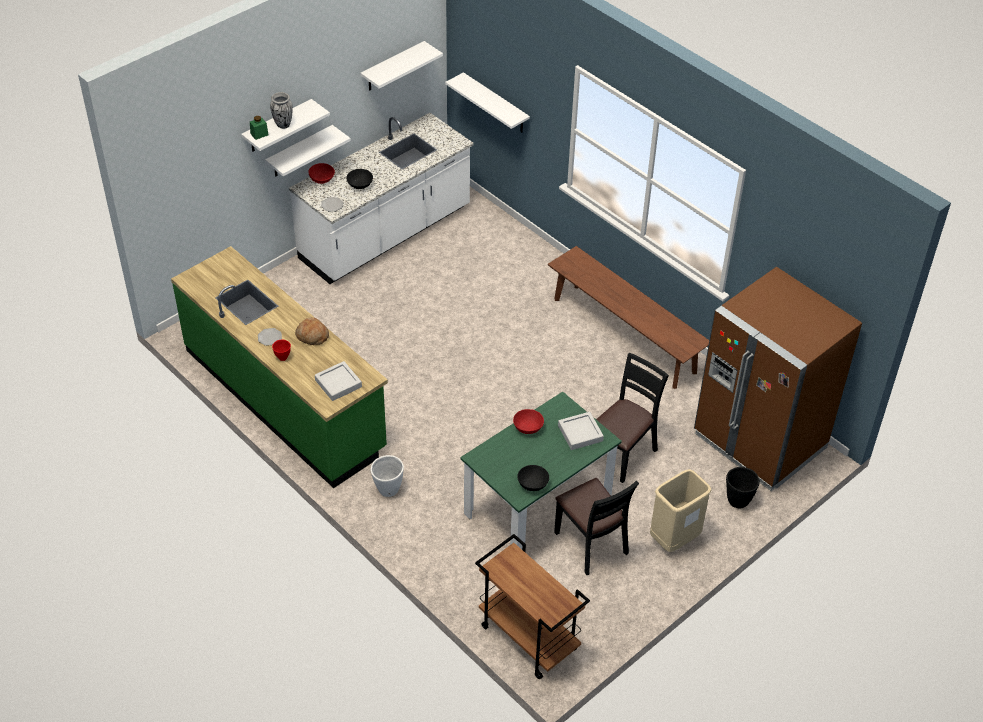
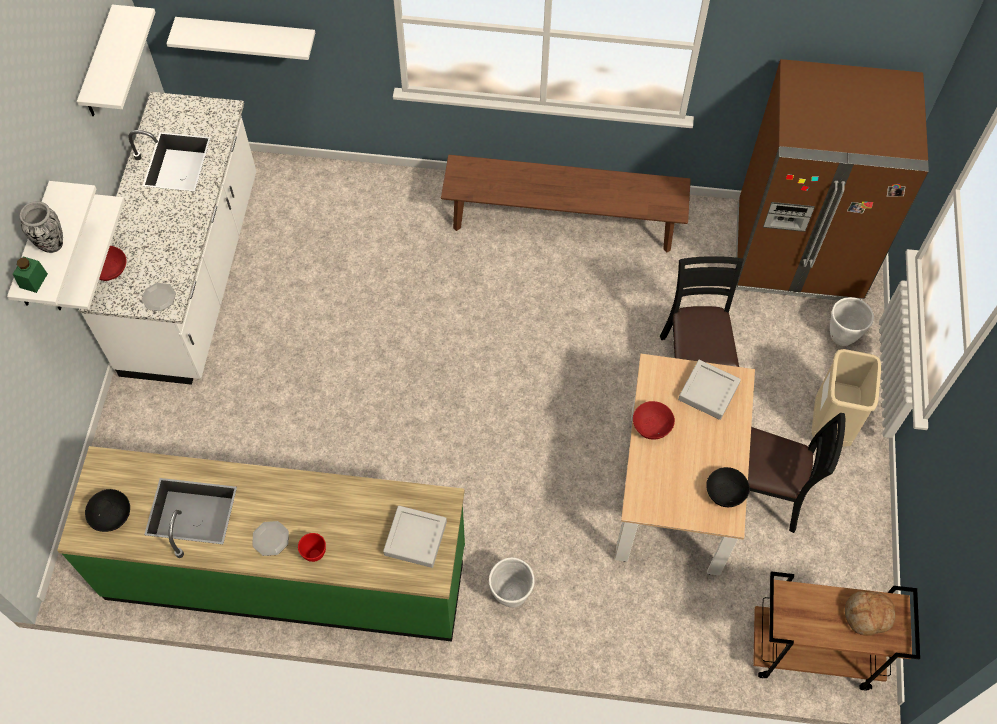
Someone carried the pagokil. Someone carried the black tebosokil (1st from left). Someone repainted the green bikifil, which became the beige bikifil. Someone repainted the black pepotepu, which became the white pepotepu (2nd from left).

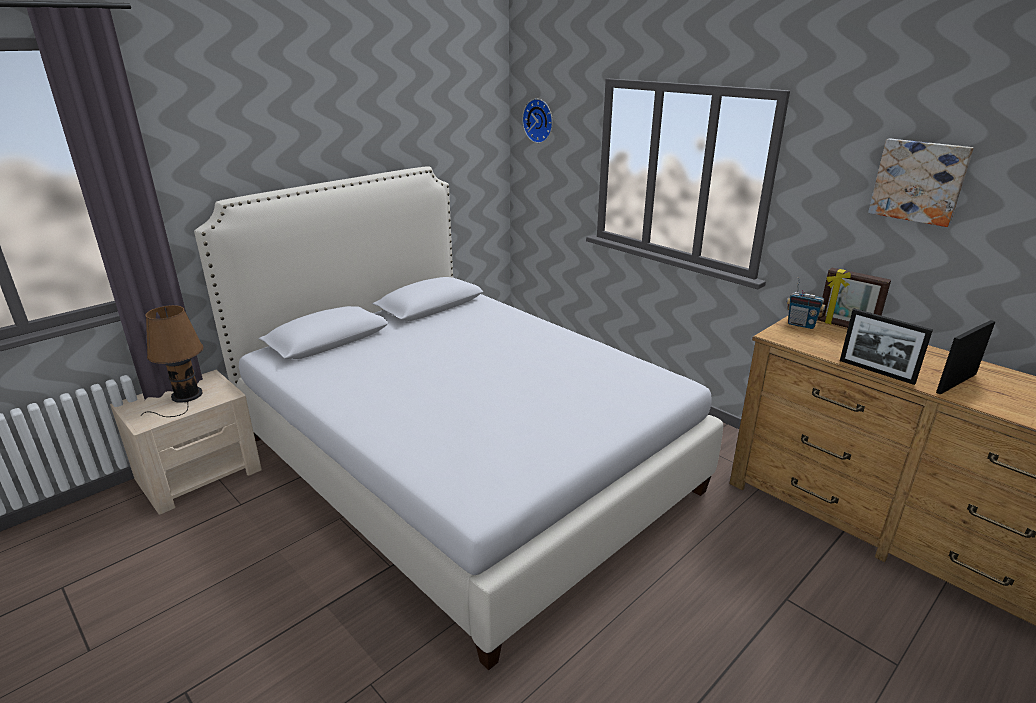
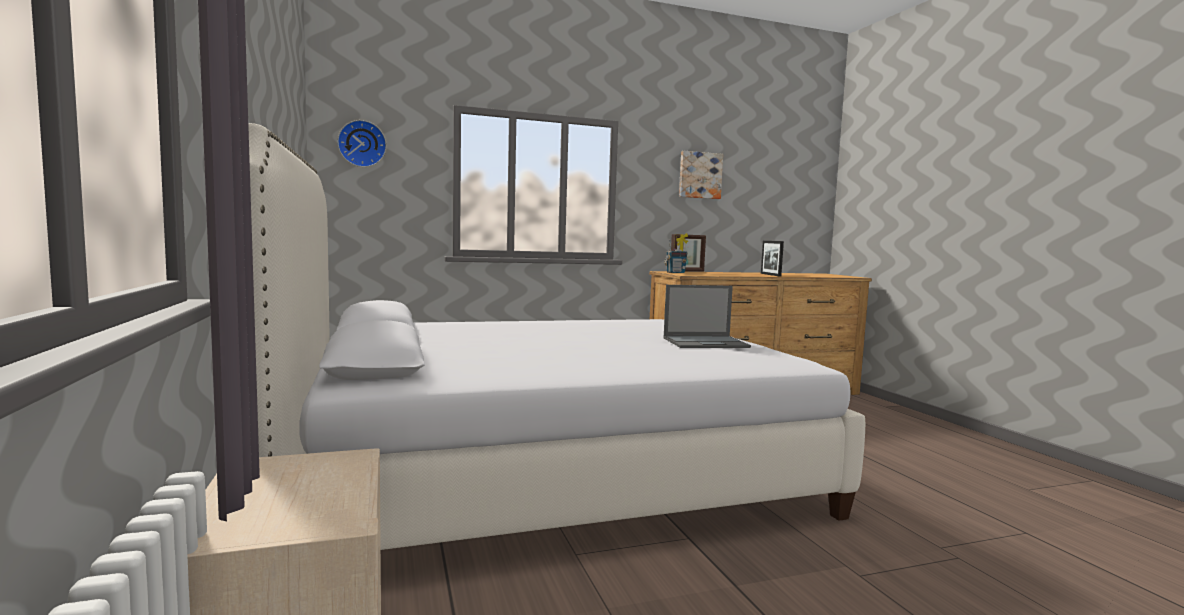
Someone took away the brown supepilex. Someone took away the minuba (2nd from left). Someone put down the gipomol.

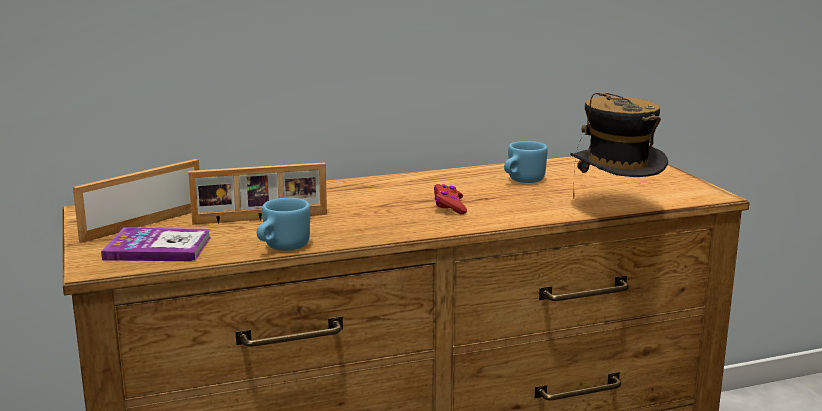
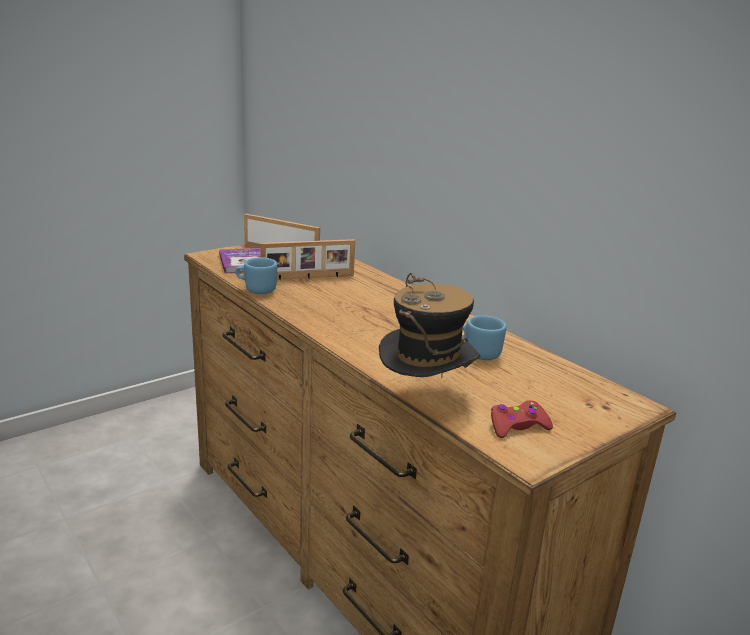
Someone carried the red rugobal. Someone rotated the minuba (2nd from left) by 75 degrees counterclockwise.

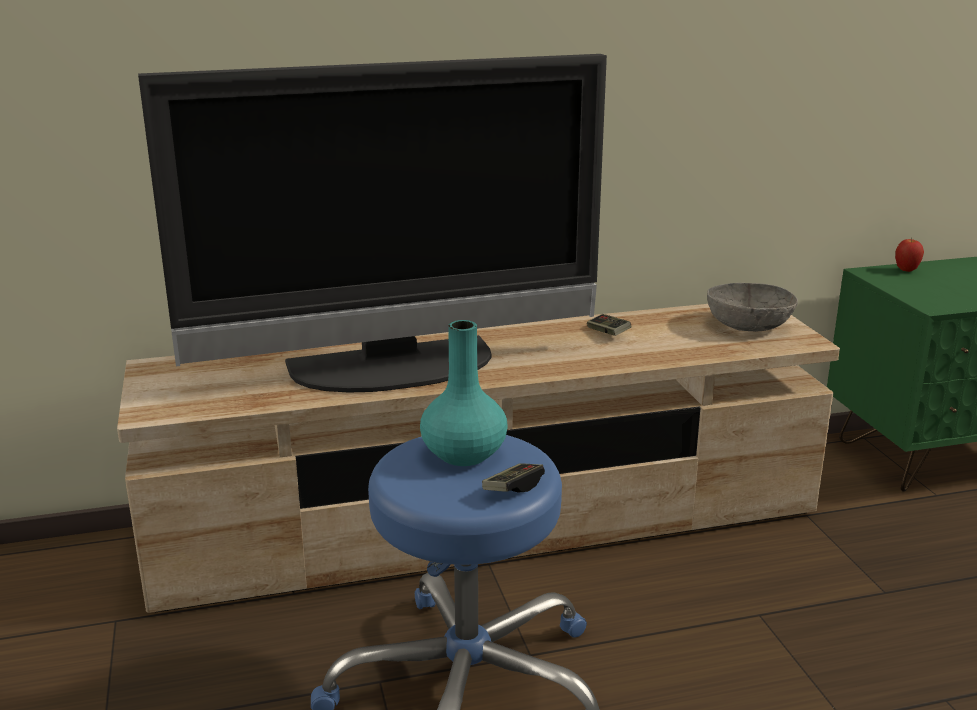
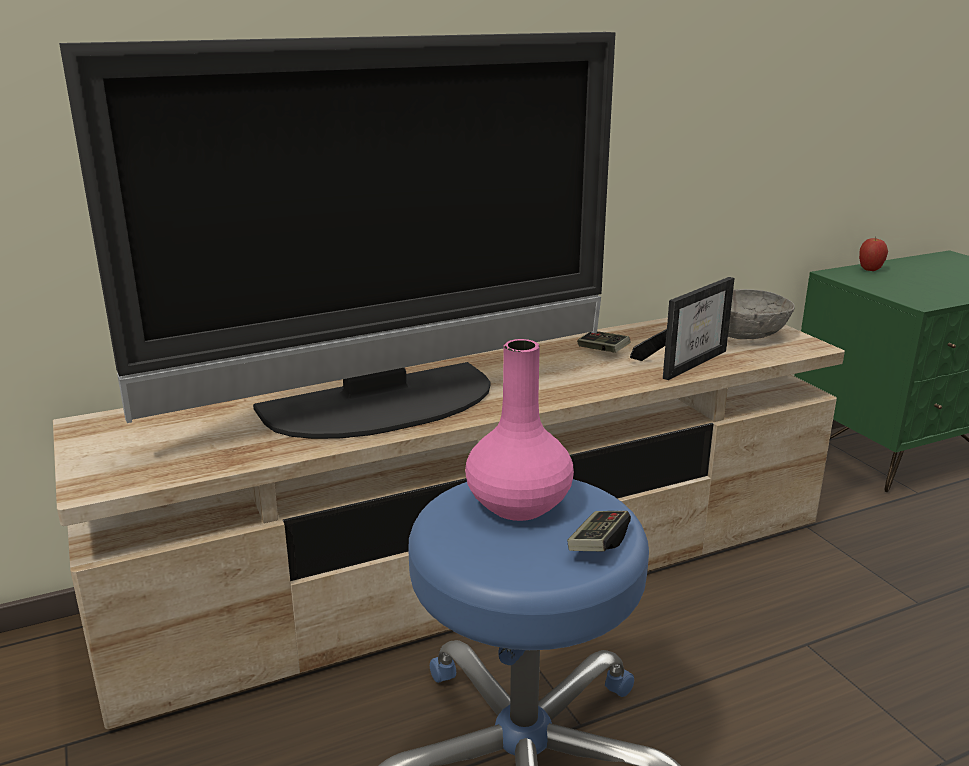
Someone put down the minuba. Someone repainted the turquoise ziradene, which became the pink ziradene.

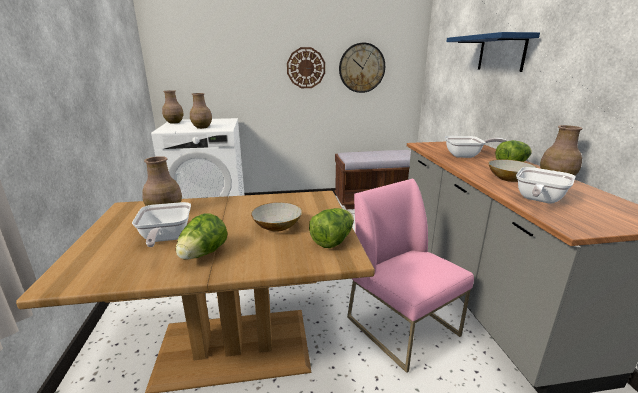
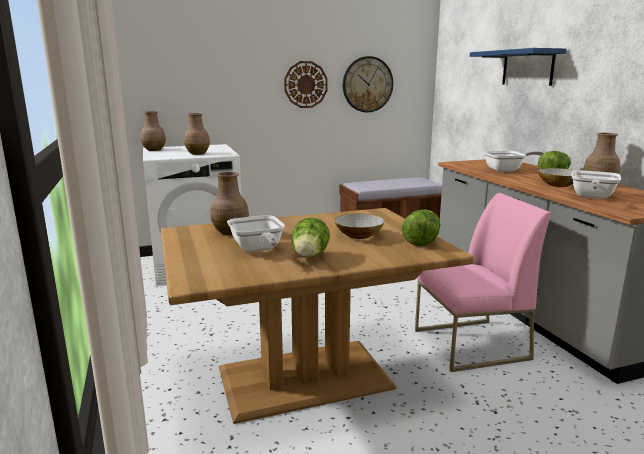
Someone rotated the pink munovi by 120 degrees clockwise.

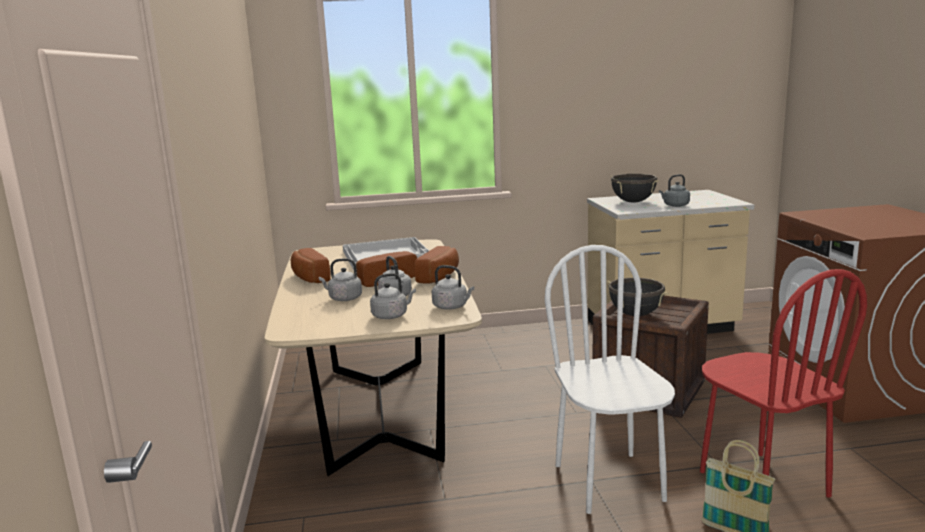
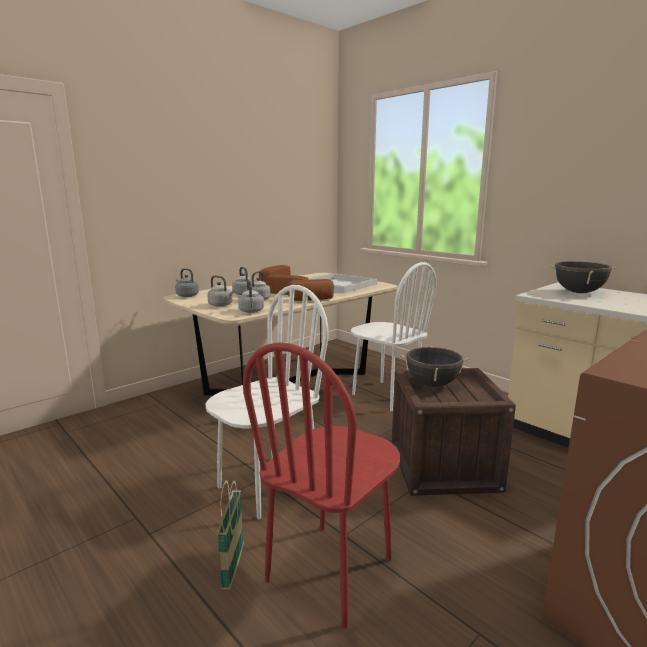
Someone put down the white munovi (2nd from left). Someone carried the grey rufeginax (5th from left in the first image).

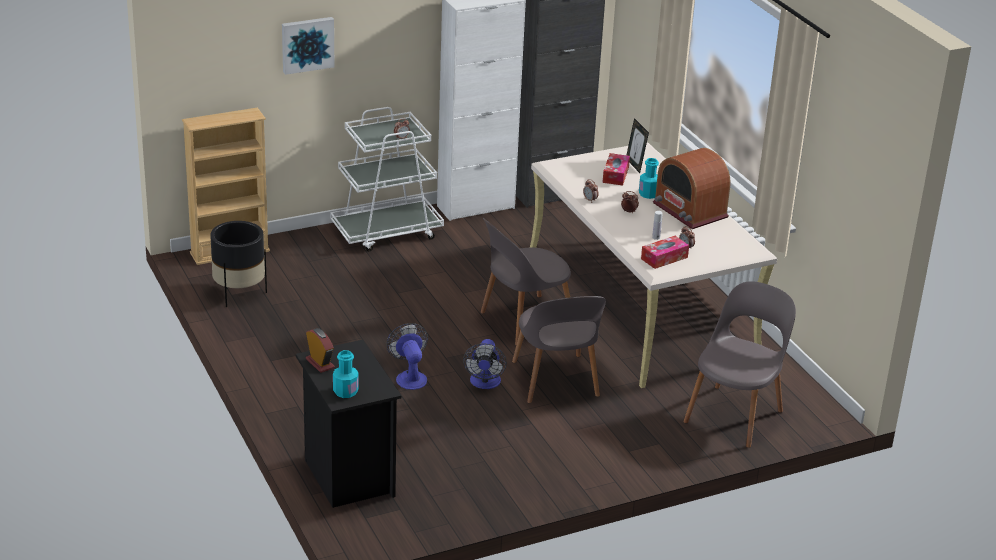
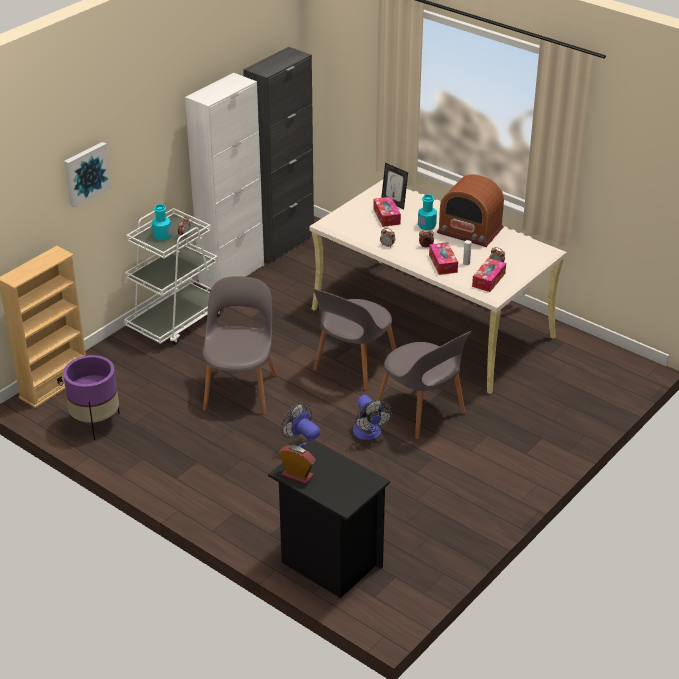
Someone put down the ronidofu (2nd from left). Someone carried the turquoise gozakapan (1st from left). Someone carried the grey munovi (3rd from left in the first image). Someone repainted the black pepotepu, which became the purple pepotepu.

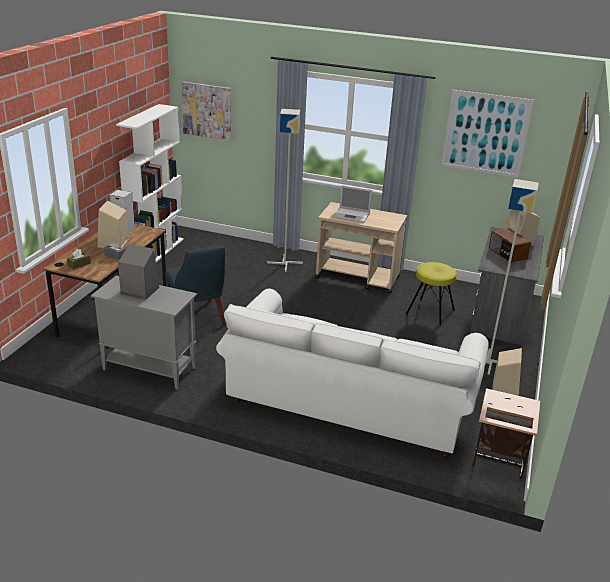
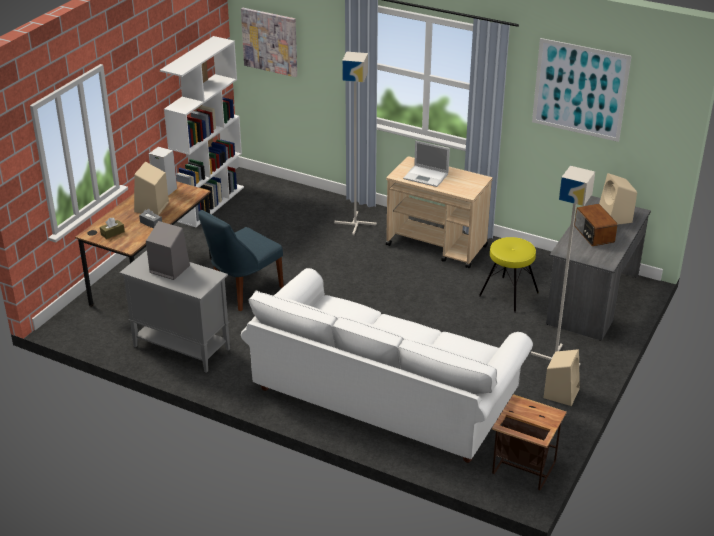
Someone rotated the blue munovi by 60 degrees clockwise.

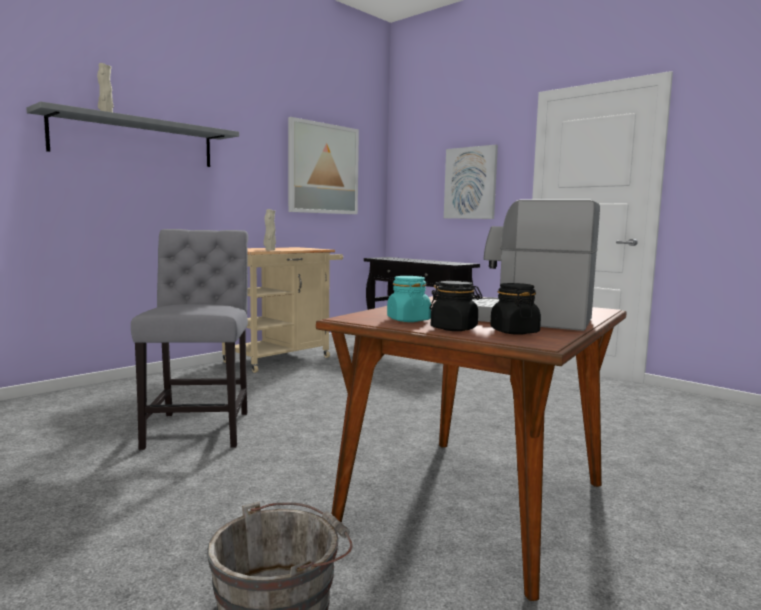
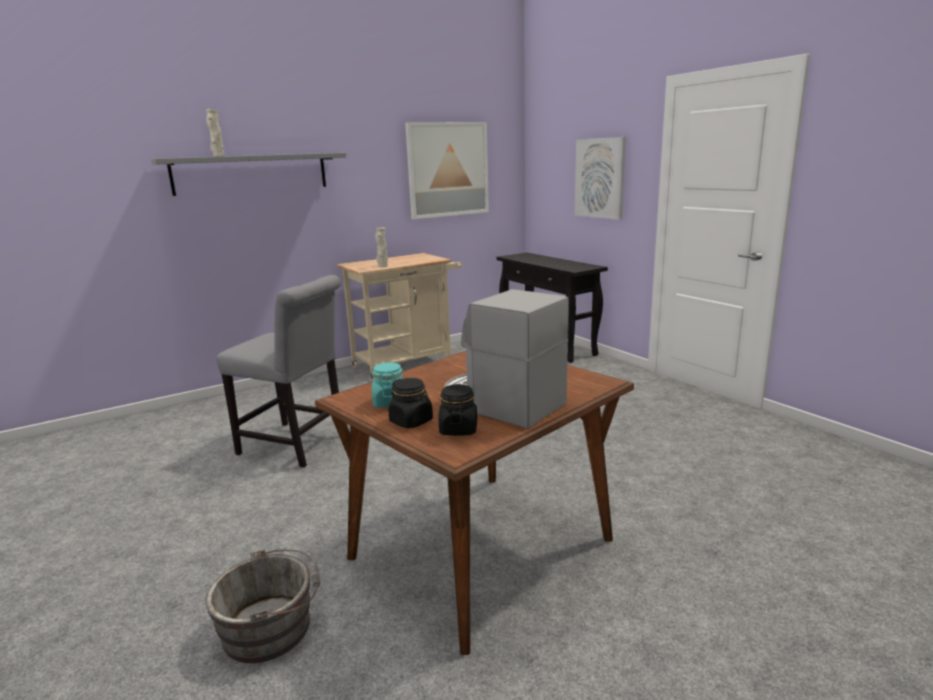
Someone rotated the grey munovi by 105 degrees clockwise.

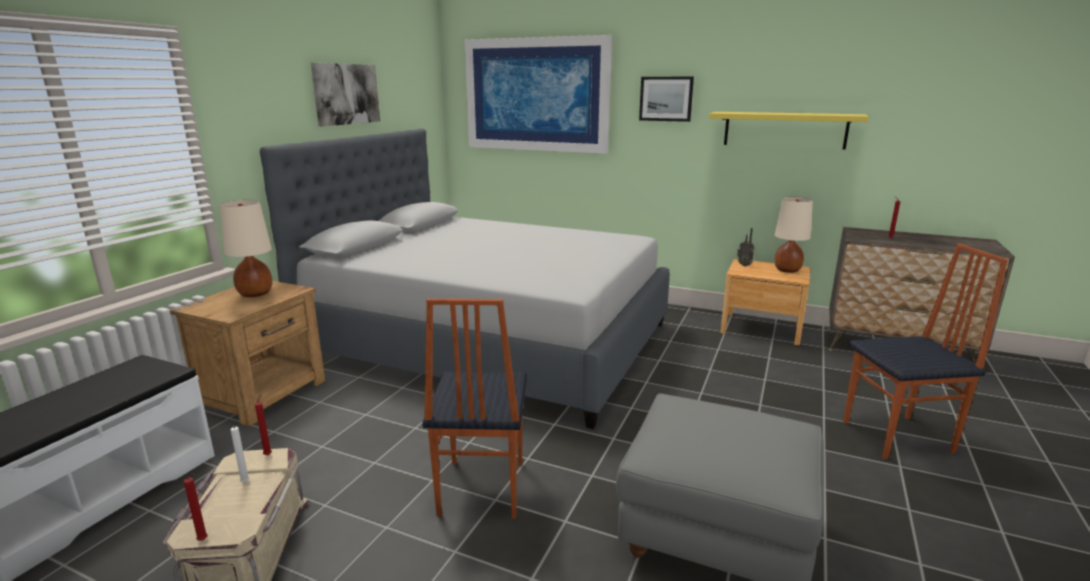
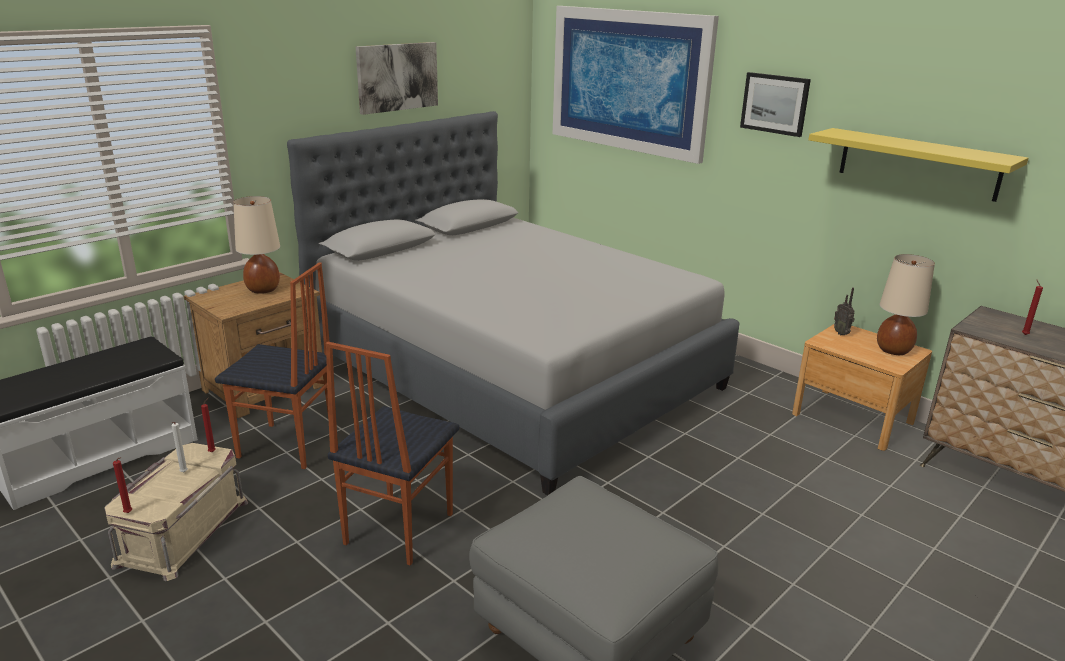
Someone carried the munovi (2nd from left in the first image).

